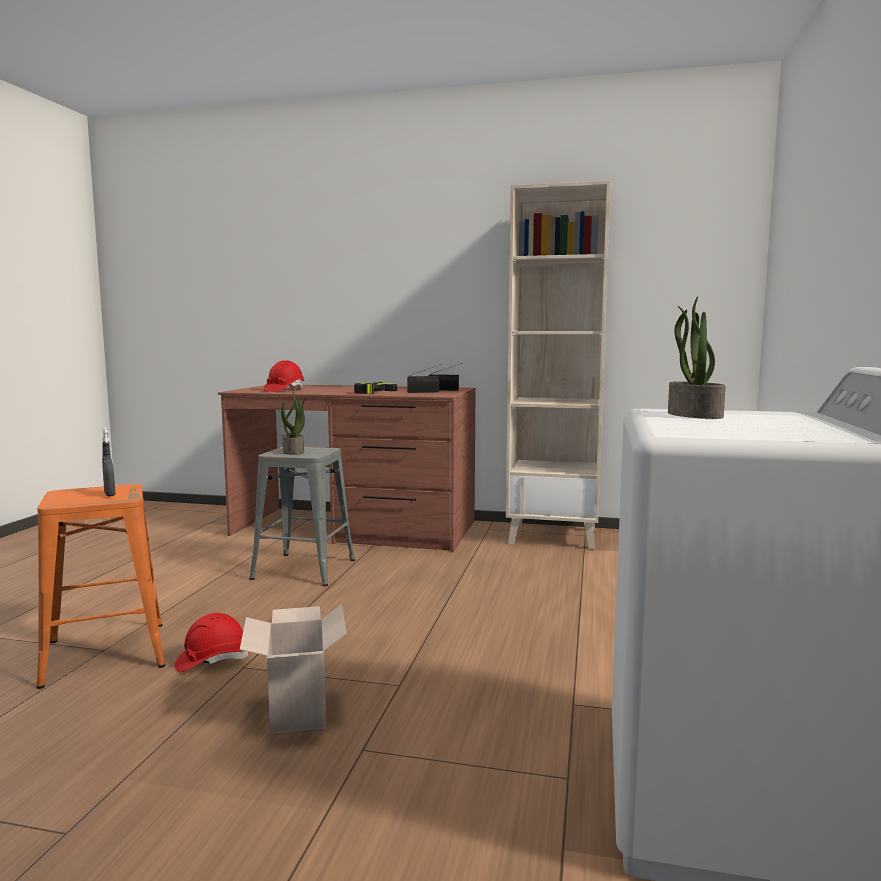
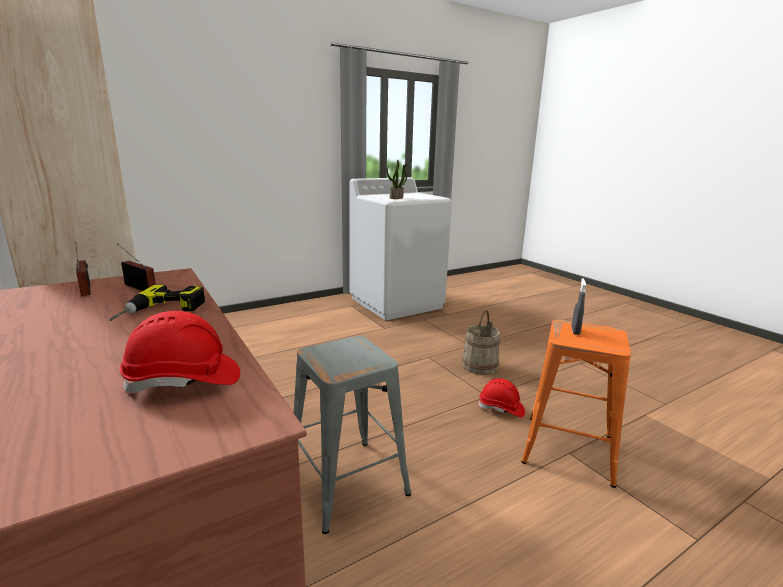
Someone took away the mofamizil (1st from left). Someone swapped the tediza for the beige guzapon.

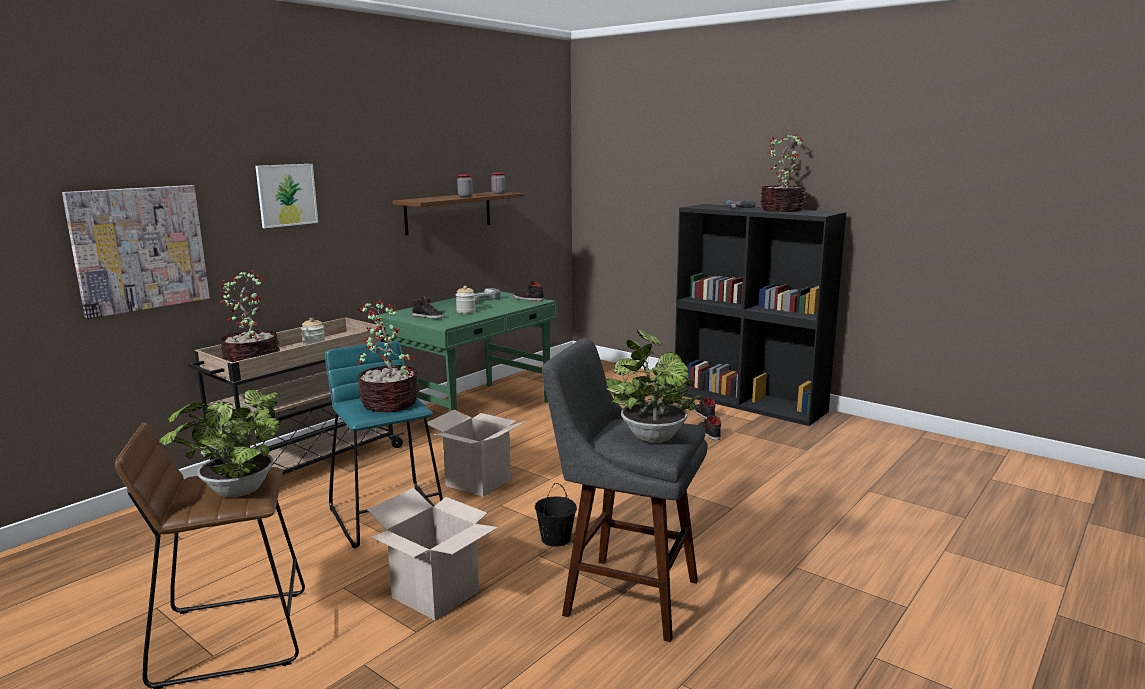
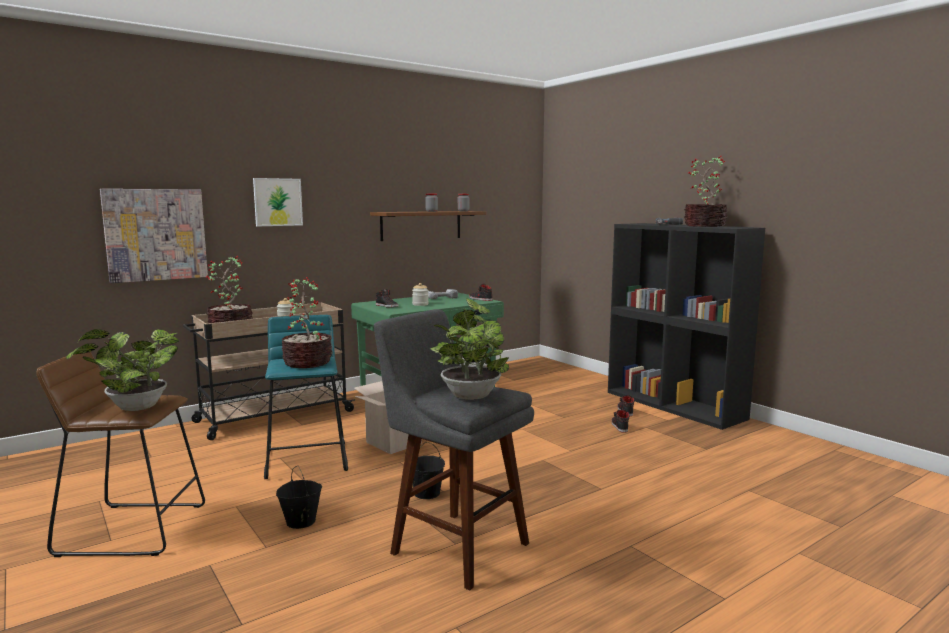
Someone swapped the tediza (1st from left) for the black guzapon (1st from left).

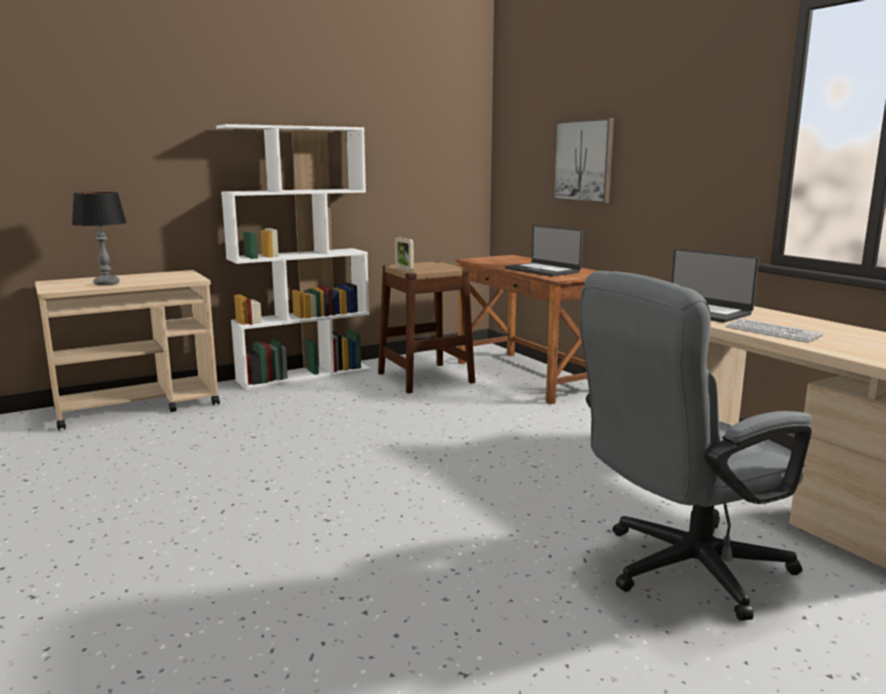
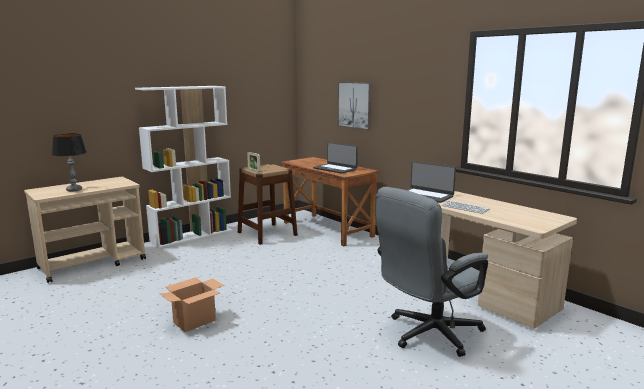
Someone put down the tediza.

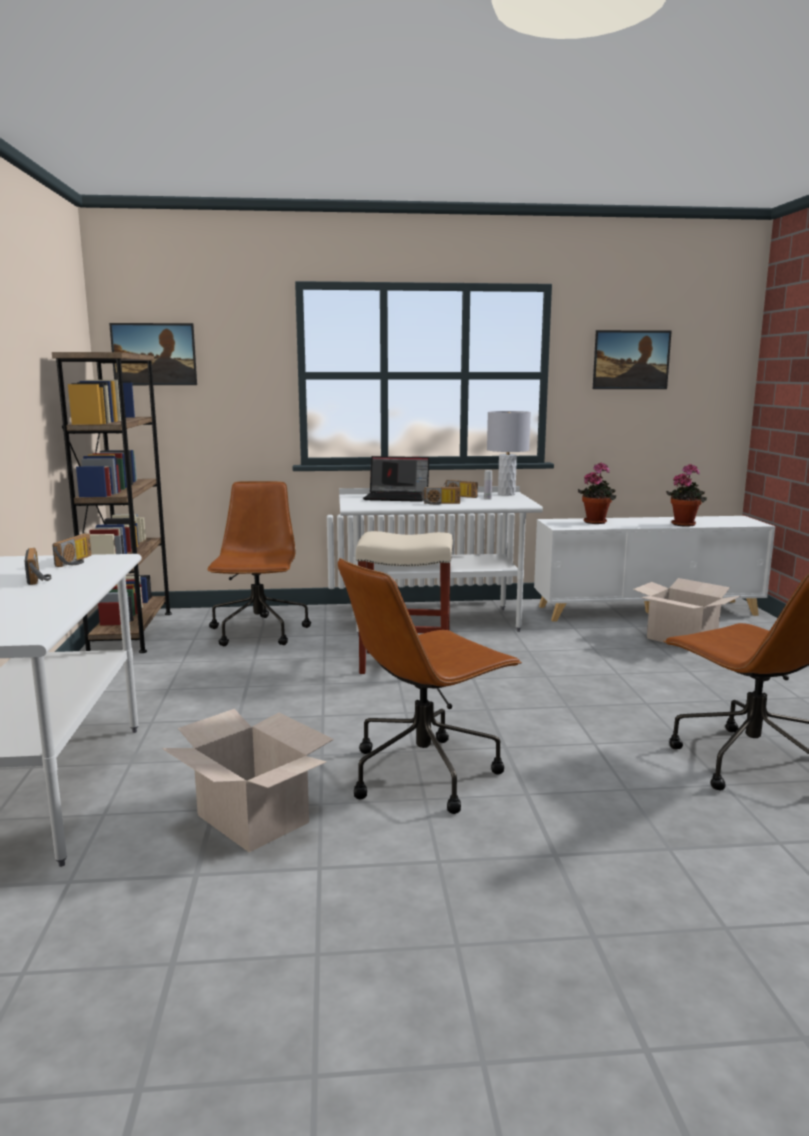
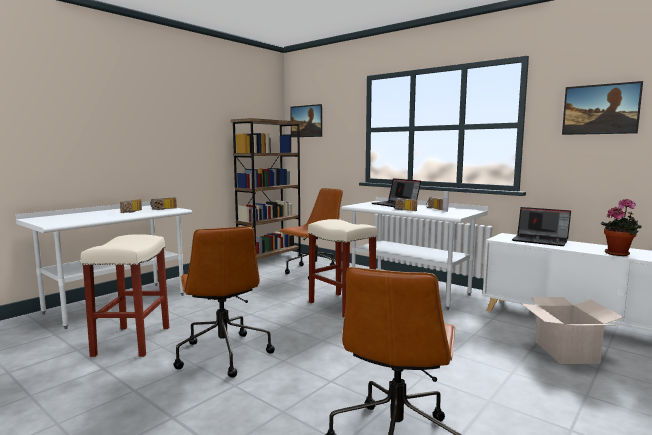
Someone took away the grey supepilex. Someone swapped the tediza (1st from left) for the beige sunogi (1st from left). Someone swapped the mofamizil (1st from left) for the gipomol (2nd from left). Someone rotated the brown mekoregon (2nd from left in the first image) by 120 degrees counterclockwise.

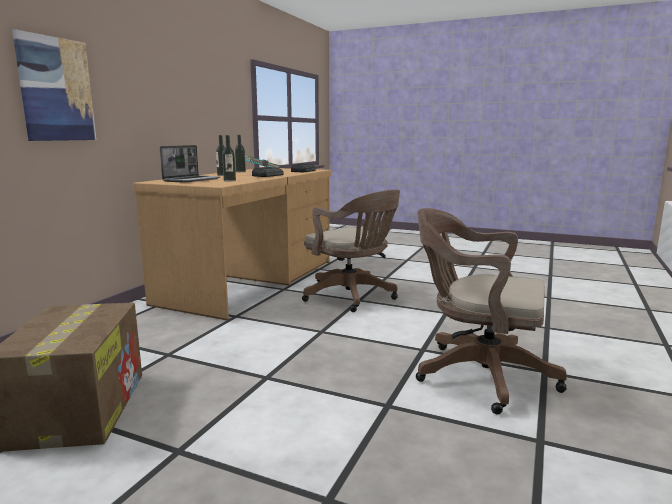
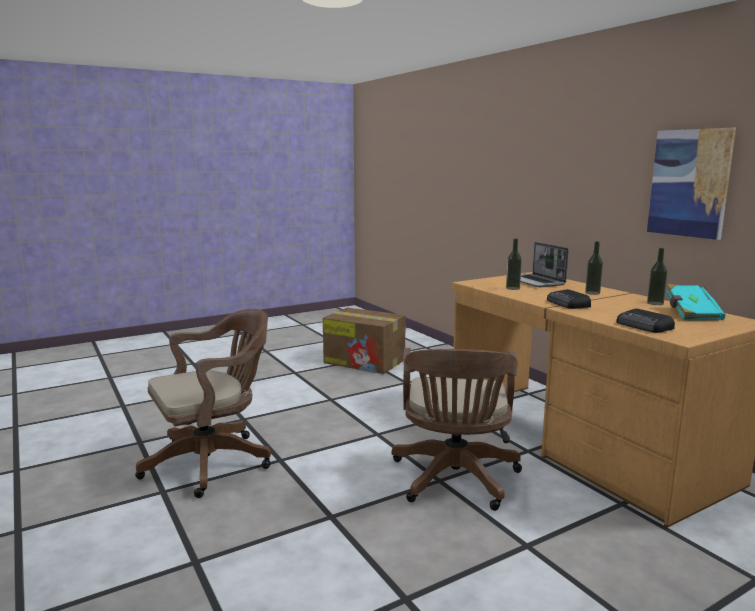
Someone carried the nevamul. Someone rotated the brown mekoregon (1st from left in the first image) by 75 degrees counterclockwise.

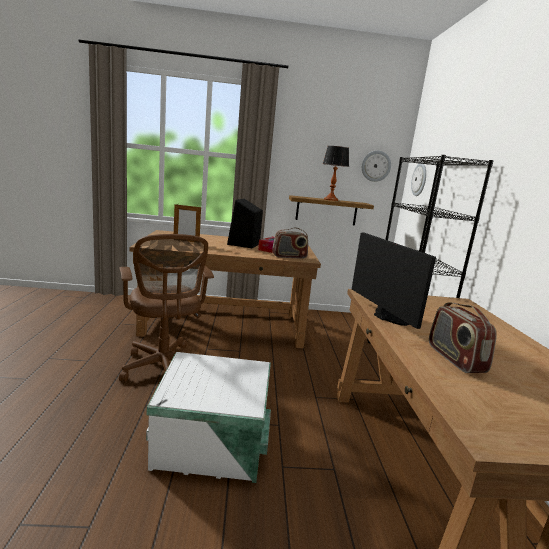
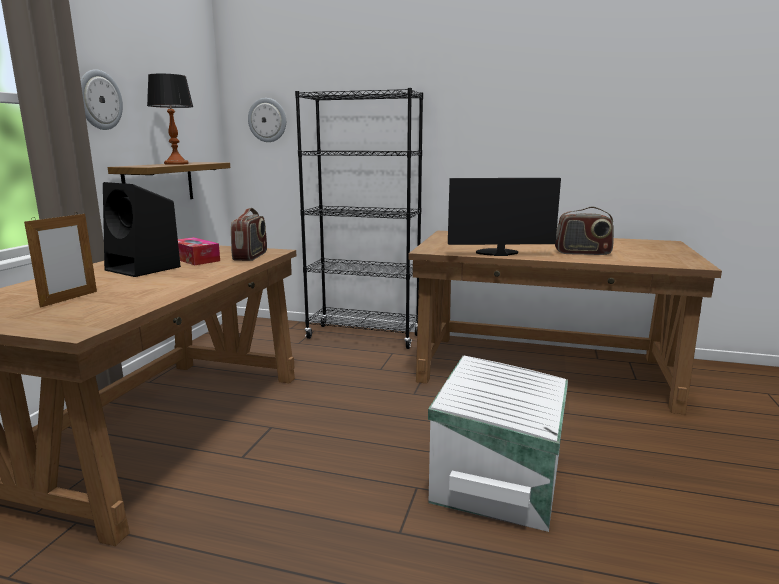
Someone took away the brown mekoregon. Someone carried the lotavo (1st from left).

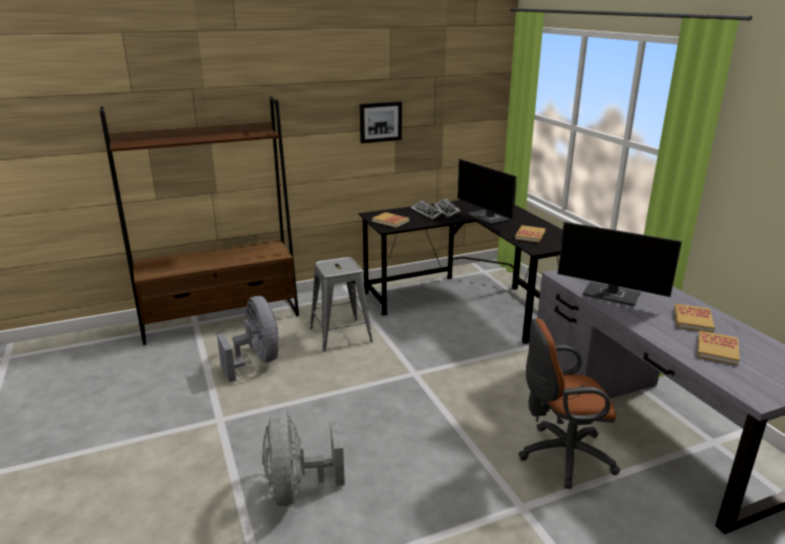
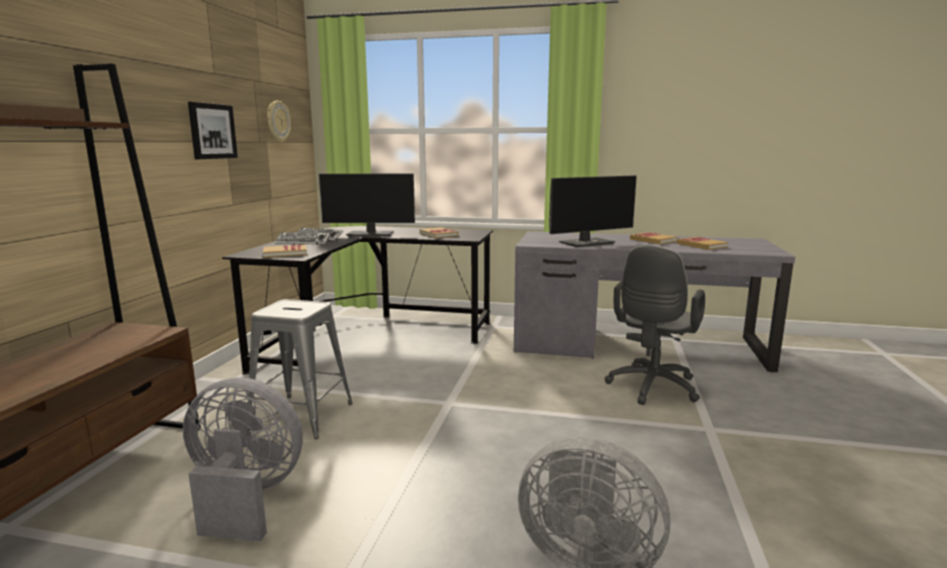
Someone put up the lotavo. Someone repainted the brown mekoregon, which became the grey mekoregon.

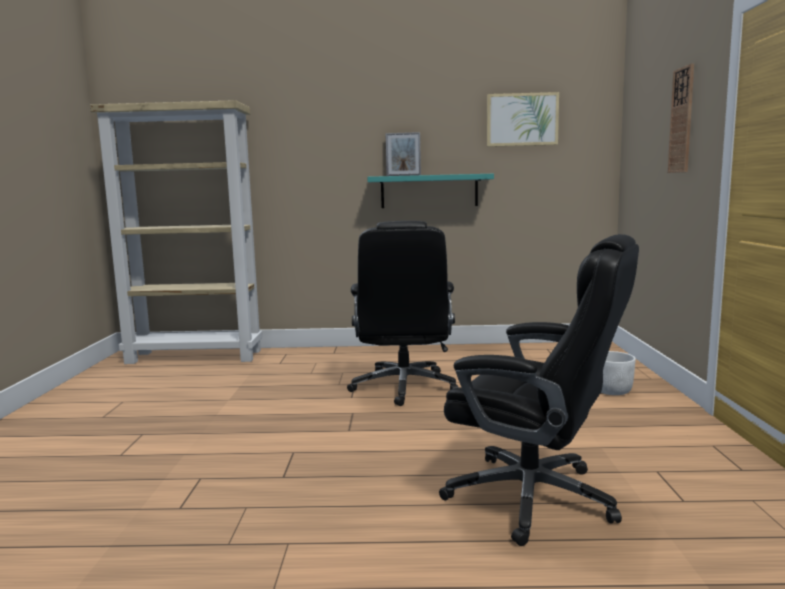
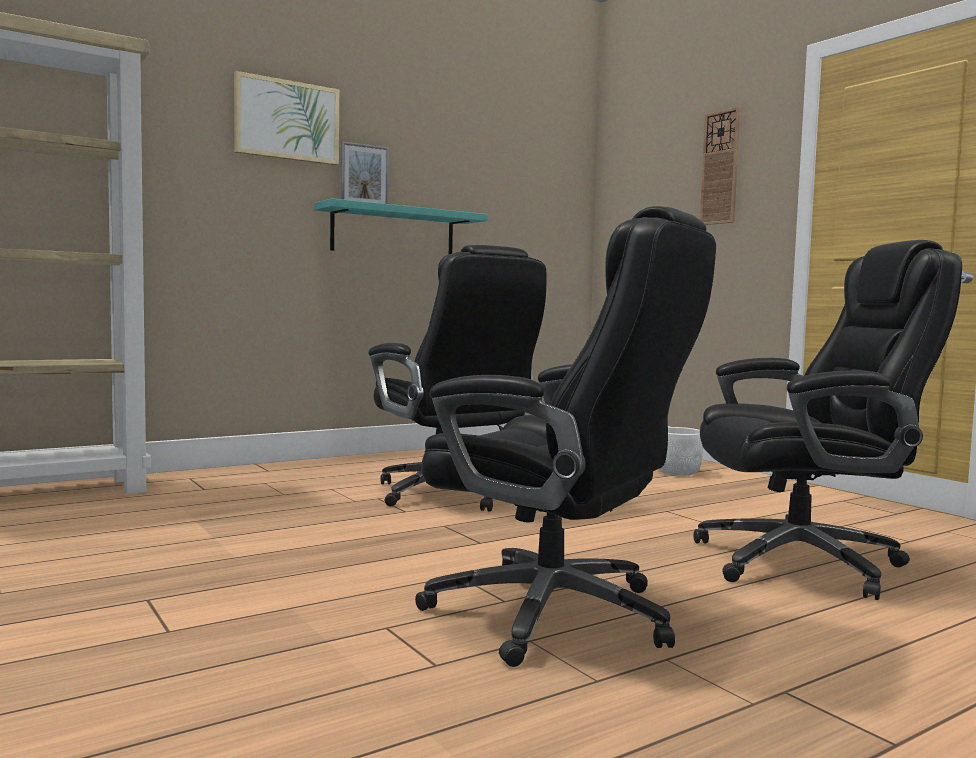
Someone put down the black mekoregon (2nd from left). Someone carried the nevamul.

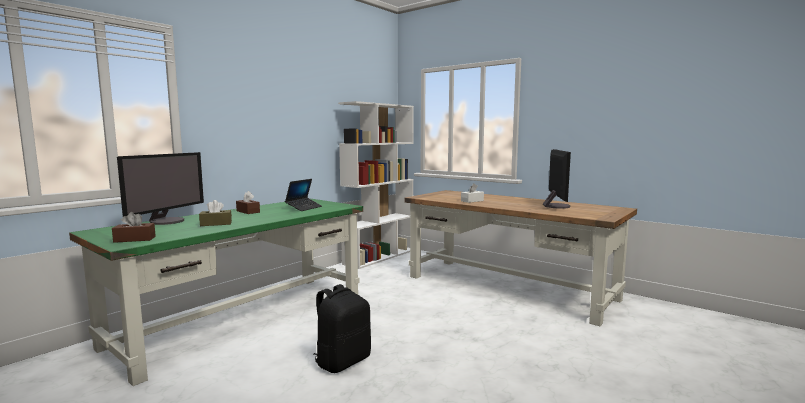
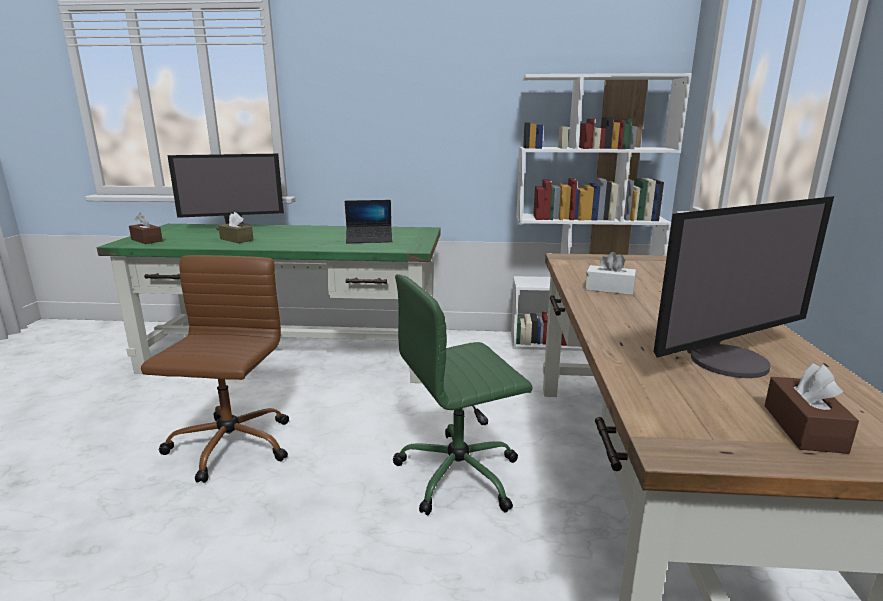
Someone put down the green mekoregon. Someone carried the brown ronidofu (3rd from left). Someone swapped the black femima for the brown mekoregon.

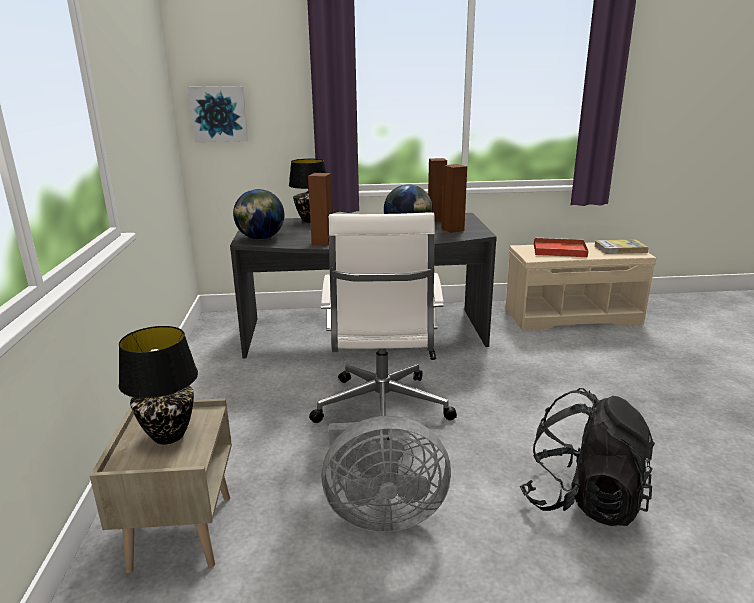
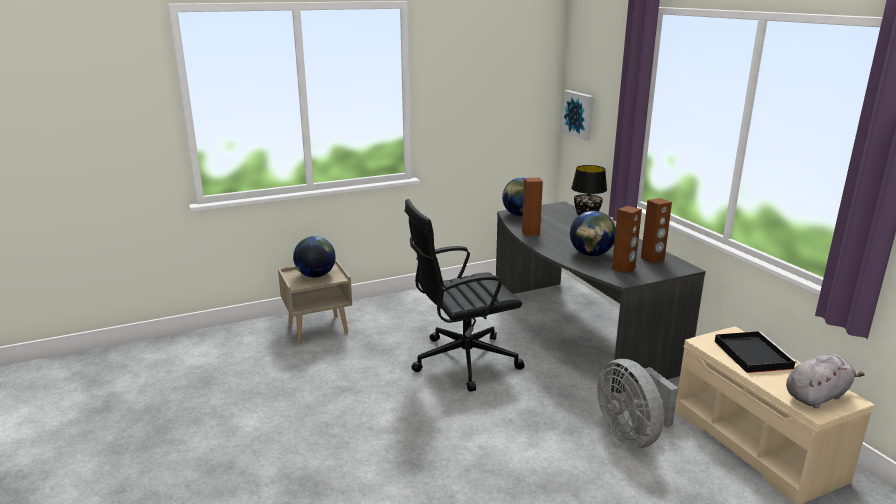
Someone took away the black femima. Someone carried the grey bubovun. Someone swapped the black supepilex (1st from left) for the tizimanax (1st from left). Someone swapped the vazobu for the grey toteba. Someone repainted the white mekoregon, which became the black mekoregon. Someone repainted the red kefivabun, which became the black kefivabun.

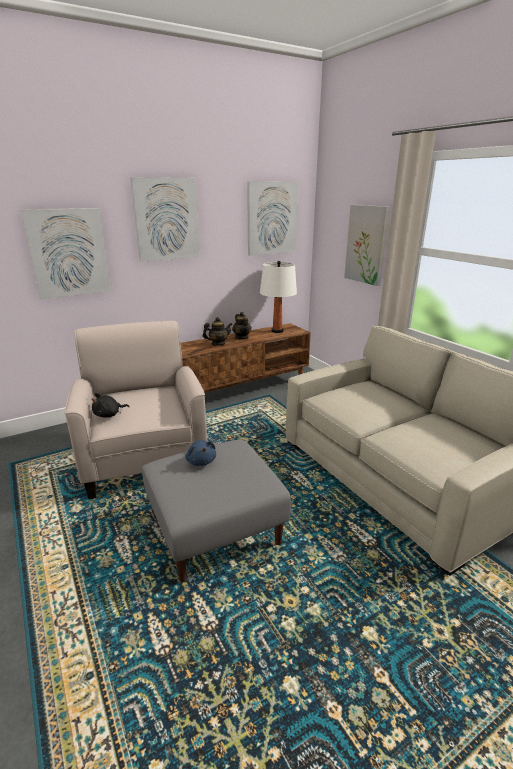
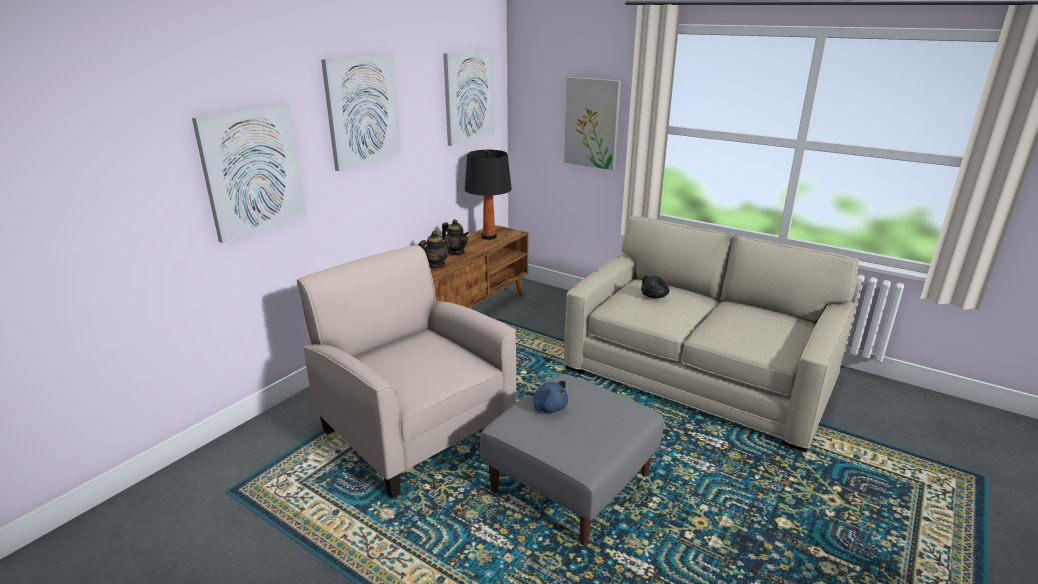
Someone carried the black toteba. Someone repainted the white supepilex, which became the black supepilex.

